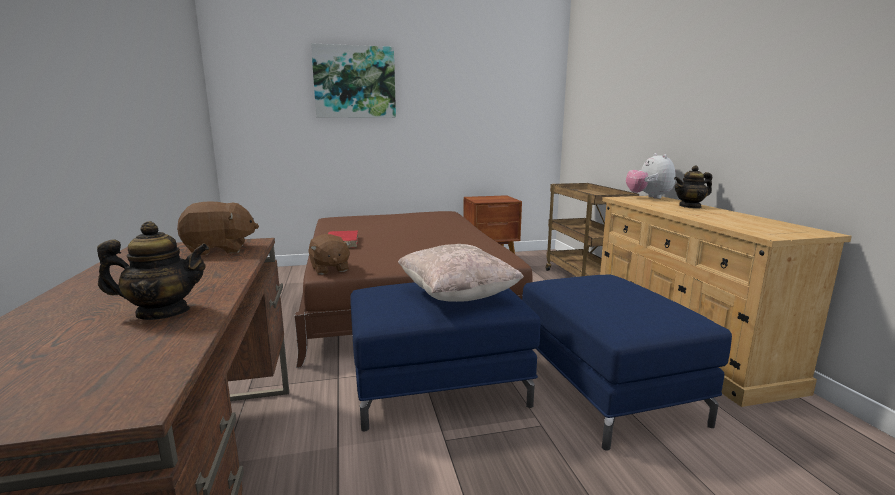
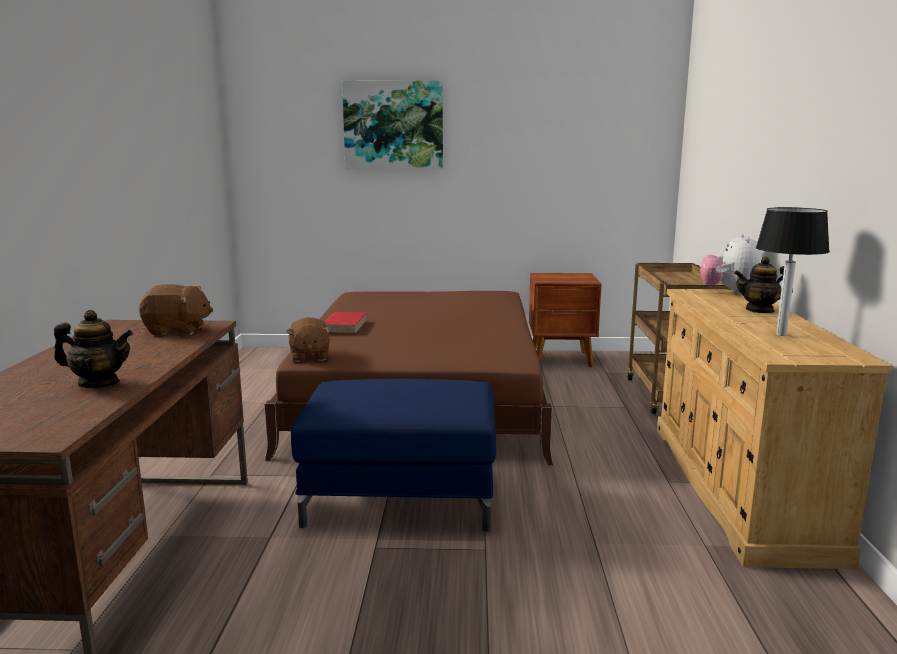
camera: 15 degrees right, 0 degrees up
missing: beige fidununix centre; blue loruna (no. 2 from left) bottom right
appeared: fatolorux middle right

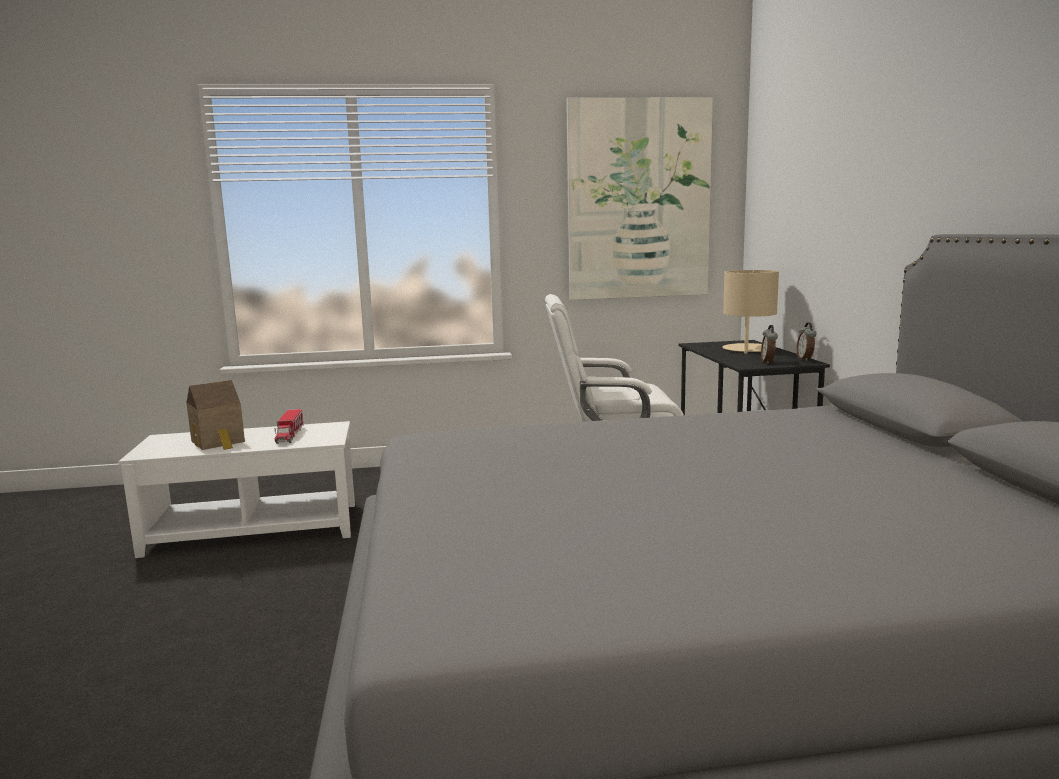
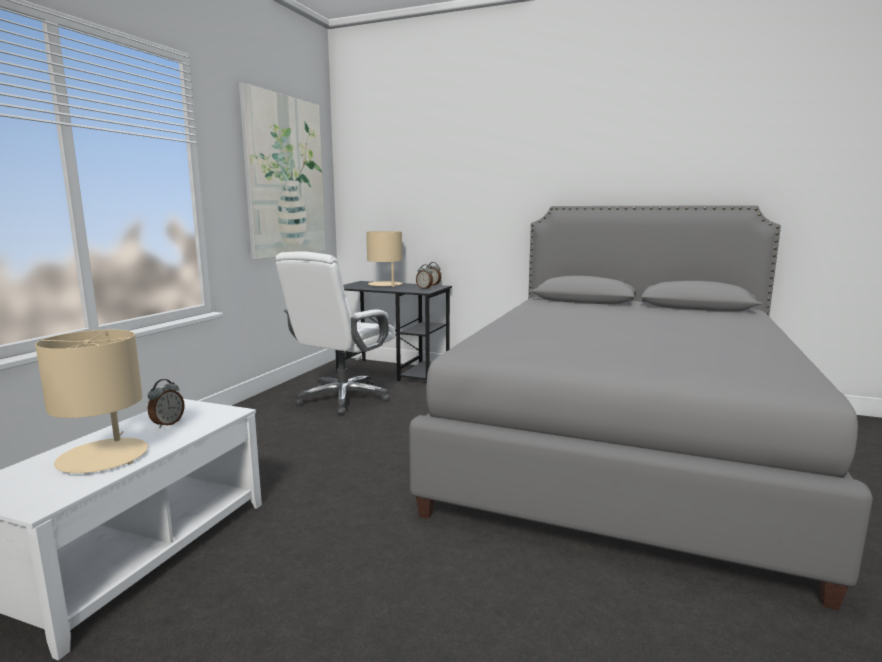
camera: 60 degrees left, 0 degrees up
exchanged: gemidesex middle left to beige fatolorux (no. 1 from left) middle left; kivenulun middle left to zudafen (no. 1 from left) middle left

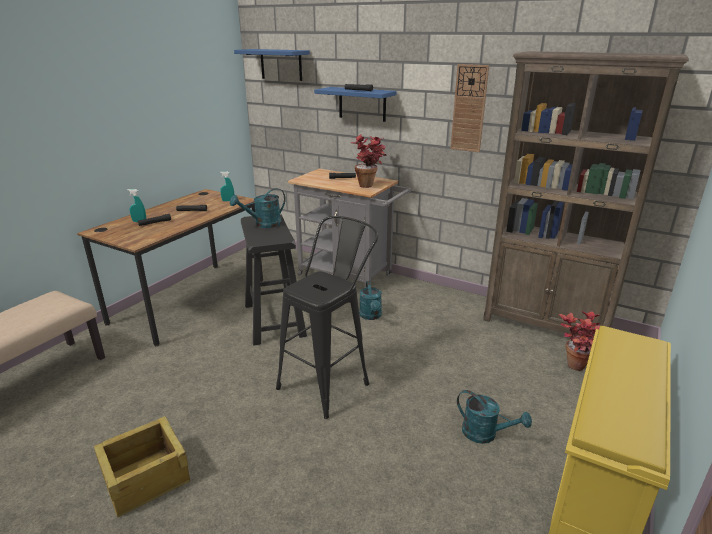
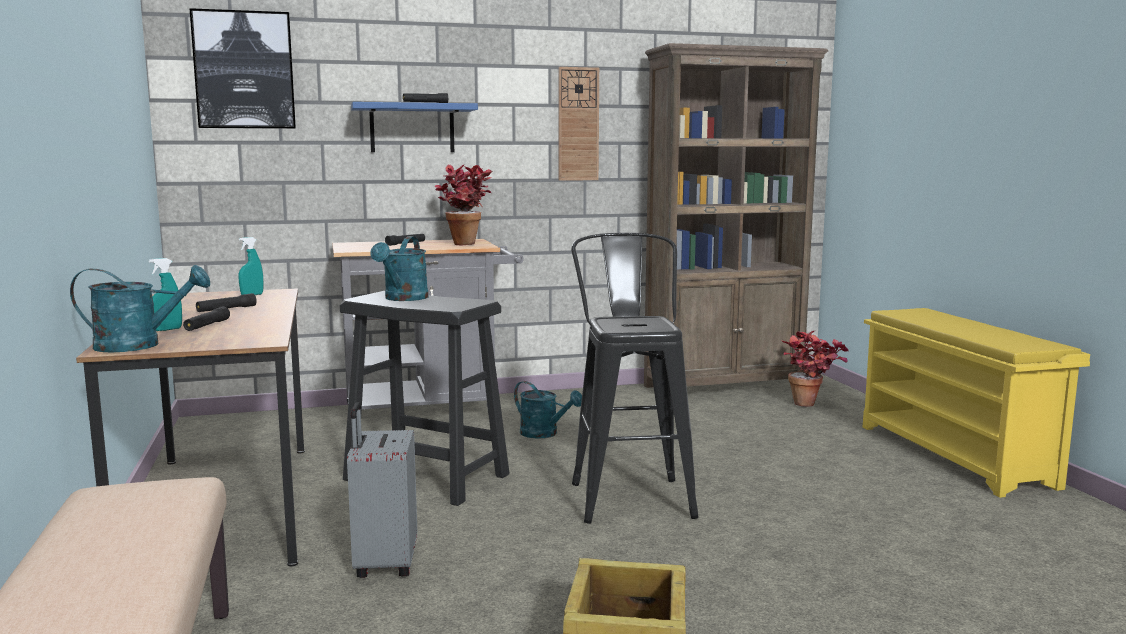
camera: 45 degrees left, 15 degrees down
appeared: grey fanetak bottom centre
relocated: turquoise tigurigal (no. 3 from left in the first image) bottom right to turquoise tigurigal (no. 1 from left) middle left
exchanged: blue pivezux (no. 1 from left) top centre to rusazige top left

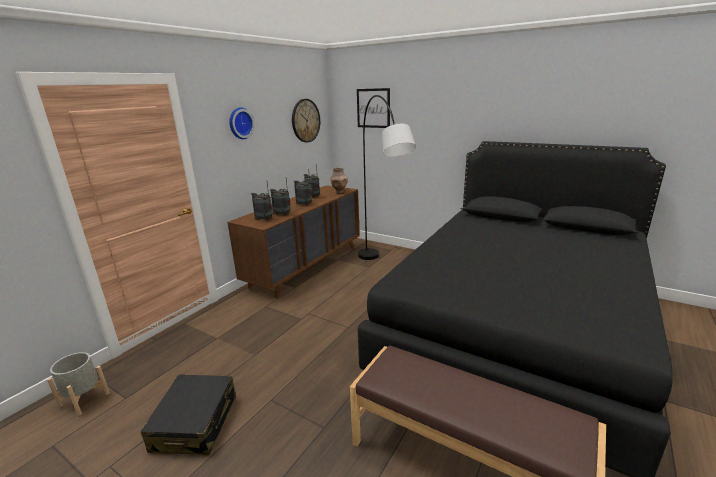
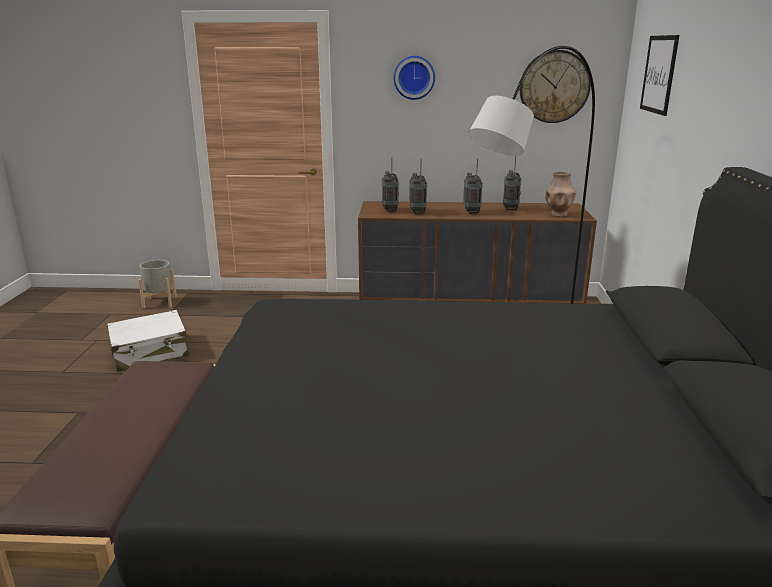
camera: 60 degrees right, 0 degrees up
colour: black fanetak bottom left to white fanetak middle left

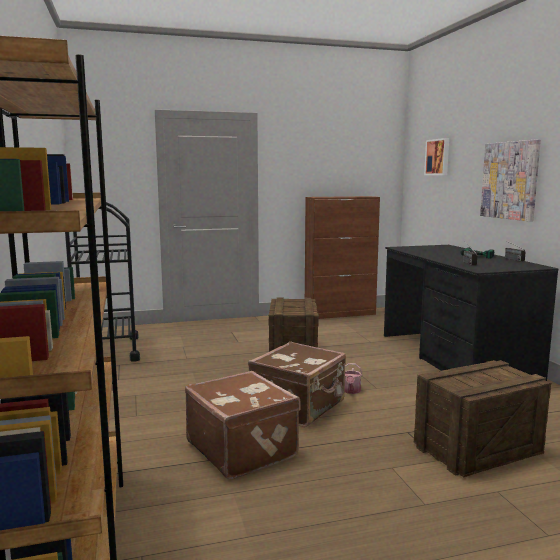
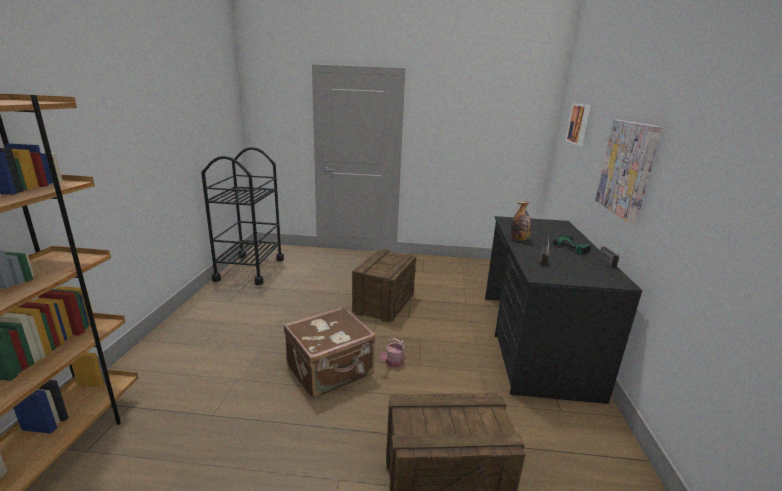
camera: 20 degrees right, 10 degrees up
missing: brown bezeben centre; brown fanetak (no. 1 from left) bottom centre
appeared: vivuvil centre

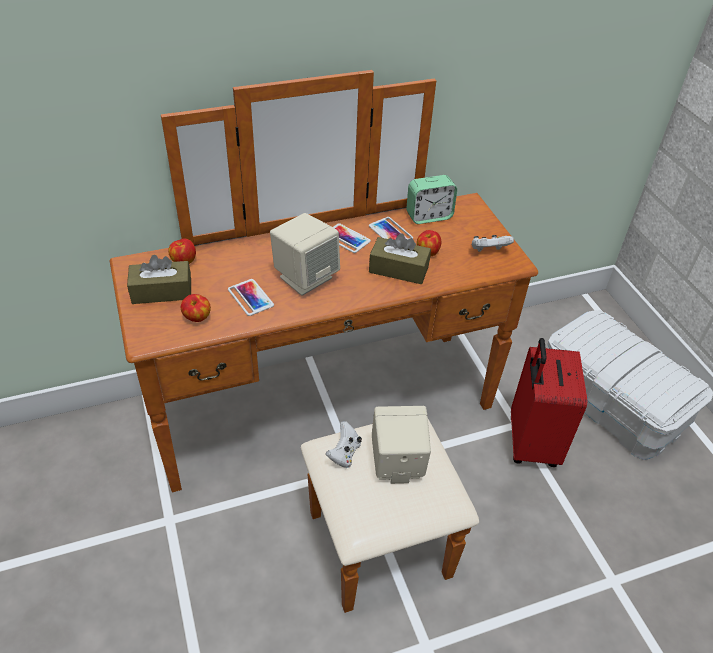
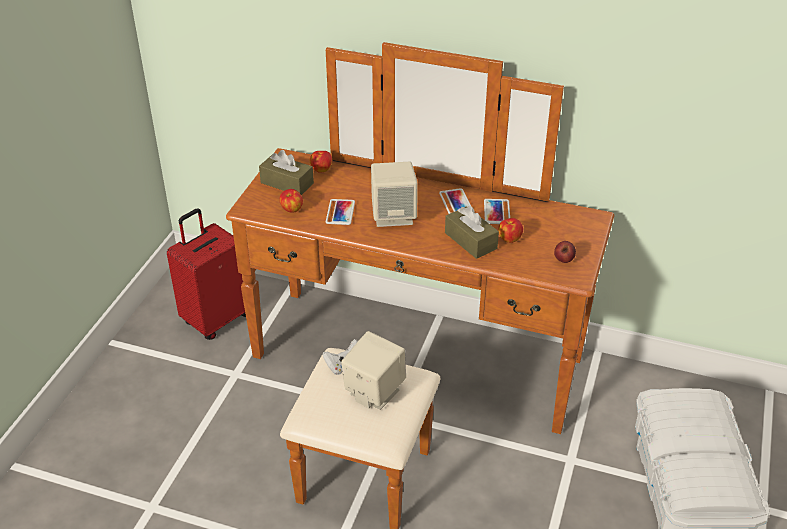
camera: 40 degrees right, 5 degrees down
missing: zudafen top centre
relocated: red fanetak middle right to middle left
exchanged: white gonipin (no. 2 from left) middle right to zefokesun (no. 4 from left) middle right

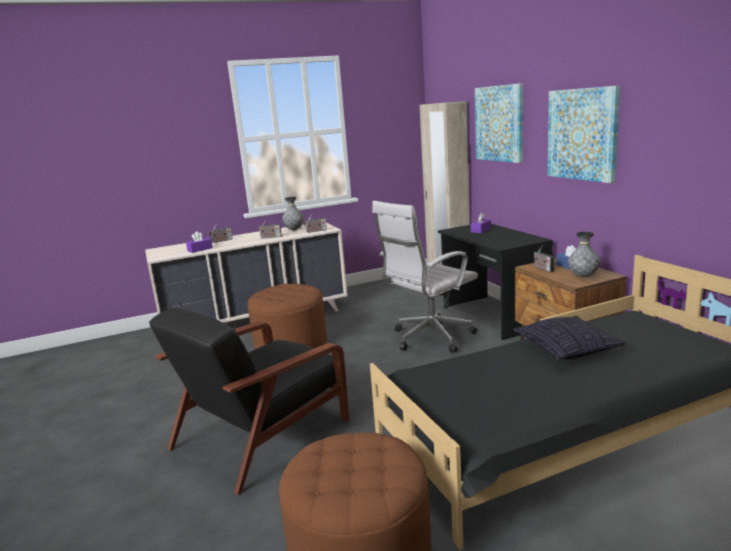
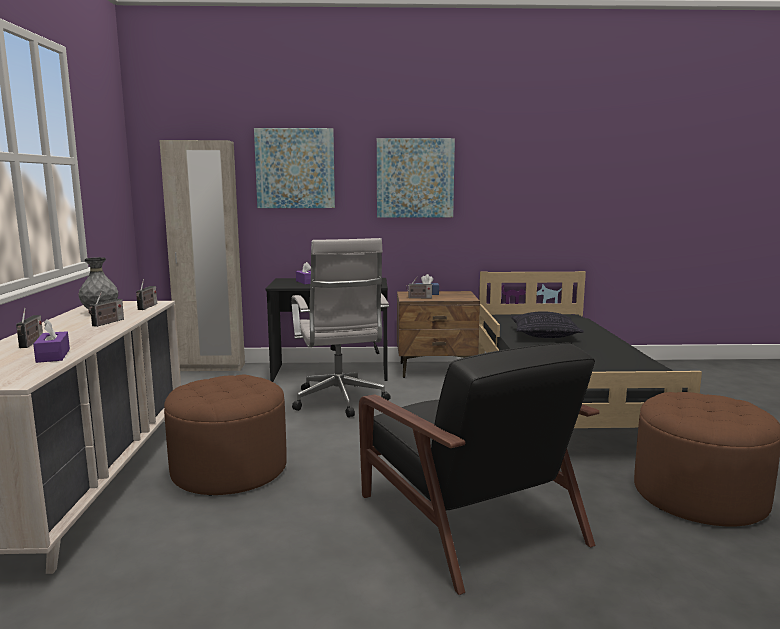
camera: 70 degrees left, 5 degrees down
missing: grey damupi (no. 2 from left) middle right

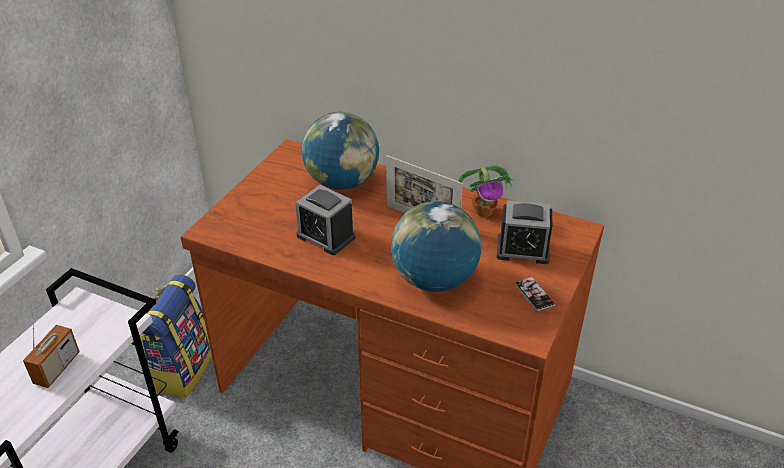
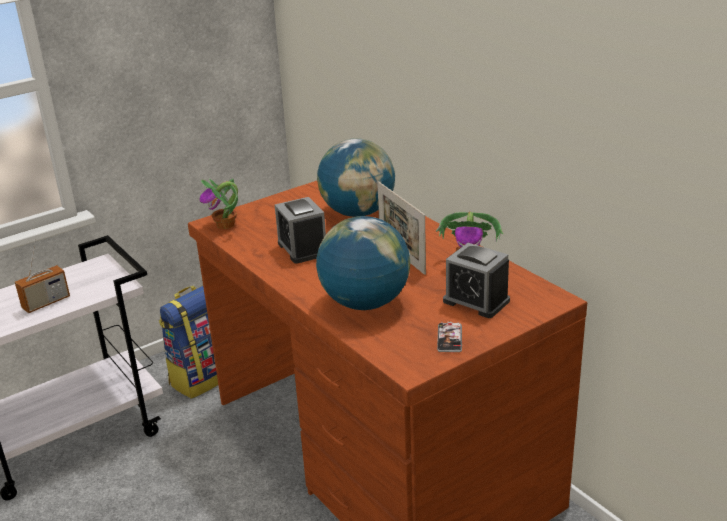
camera: 30 degrees right, 10 degrees down
appeared: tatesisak (no. 1 from left) middle left

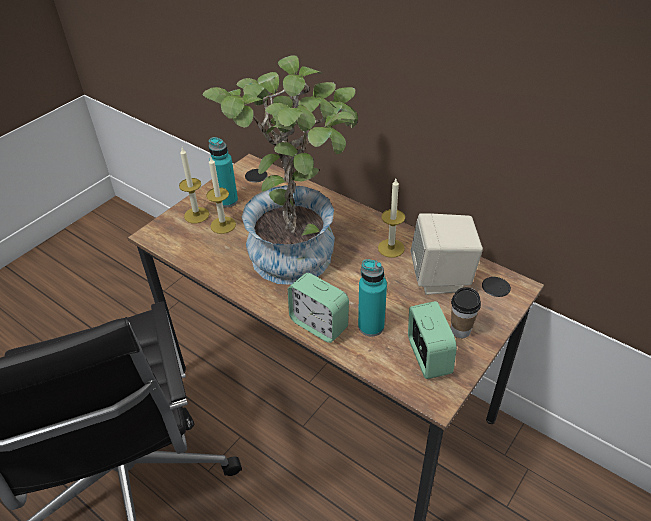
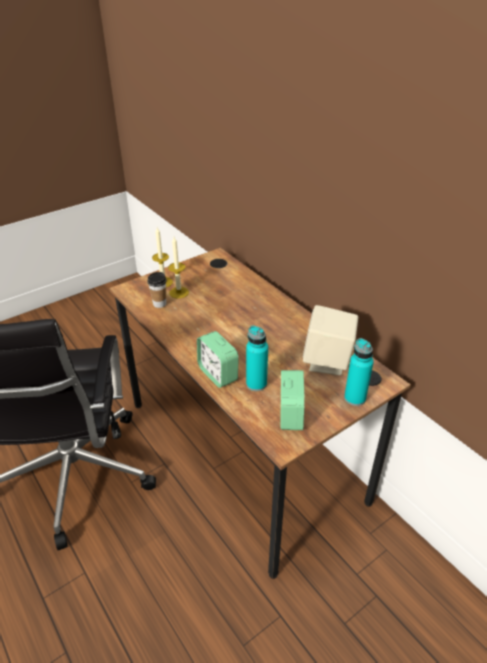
camera: 15 degrees right, 5 degrees down
missing: tatesisak top centre; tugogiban (no. 3 from left) centre
relocated: turquoise vivuvil (no. 1 from left in the first image) top centre to turquoise vivuvil (no. 2 from left) middle right; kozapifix middle right to middle left

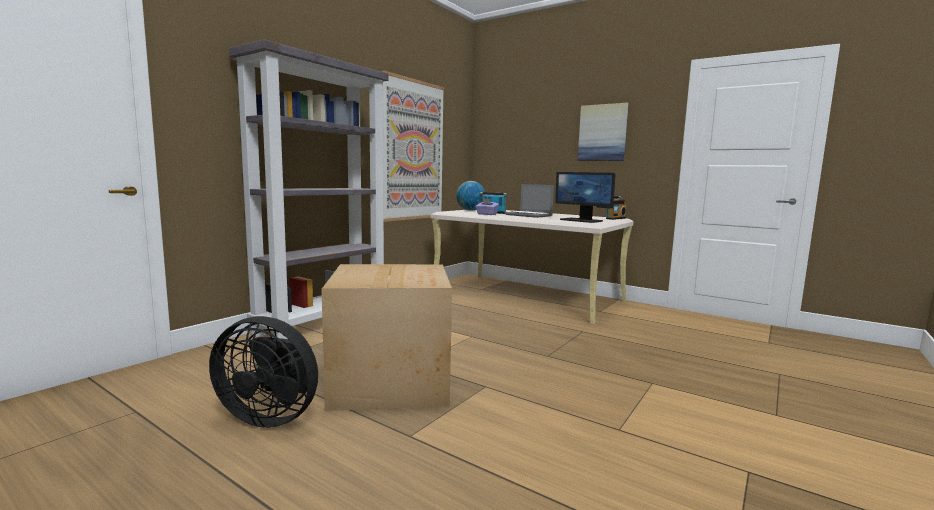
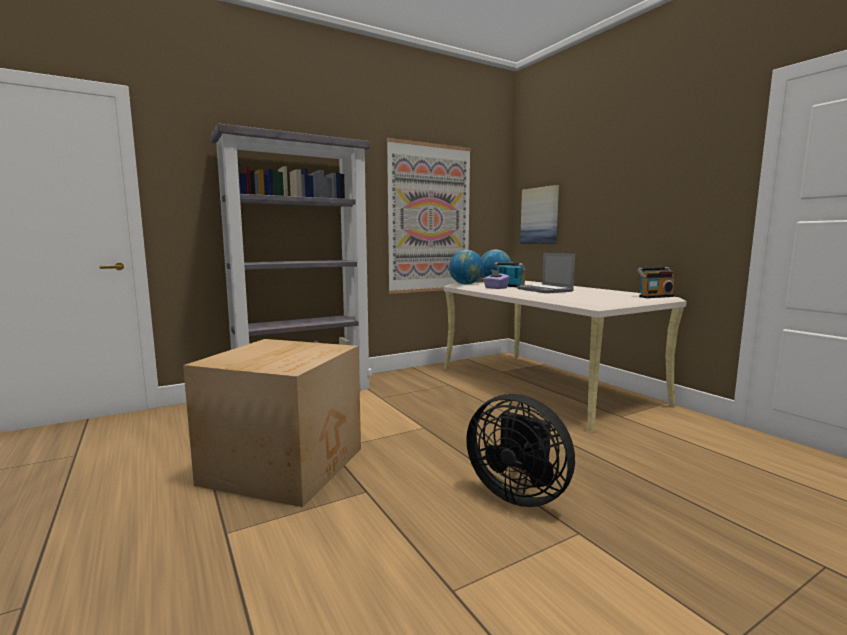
camera: 25 degrees right, 0 degrees up
missing: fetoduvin centre
appeared: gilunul (no. 1 from left) centre
relocated: rusazige (no. 2 from left) top centre to centre; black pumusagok bottom left to bottom centre

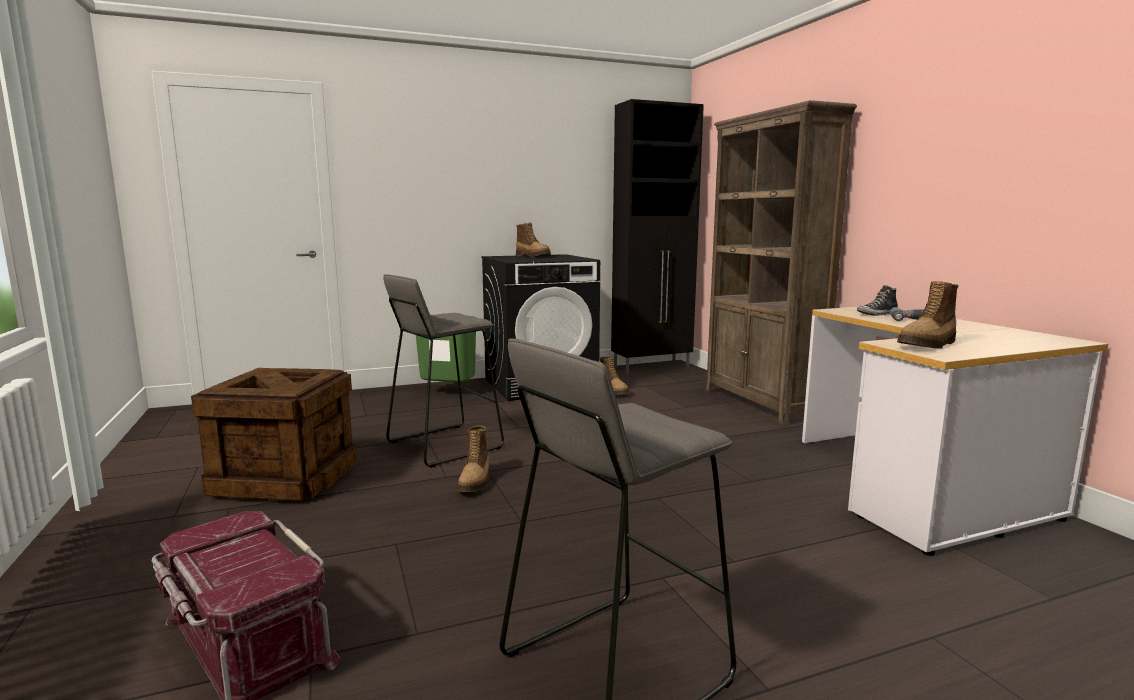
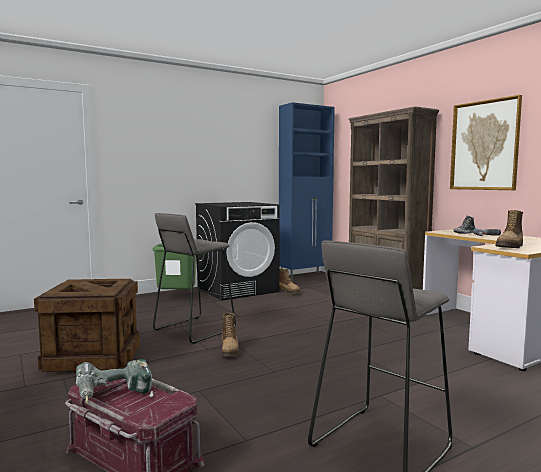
camera: 10 degrees left, 5 degrees down
missing: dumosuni (no. 2 from left) centre
appeared: rusazige top right; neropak (no. 1 from left) bottom left
colour: black bezeben centre to blue bezeben centre

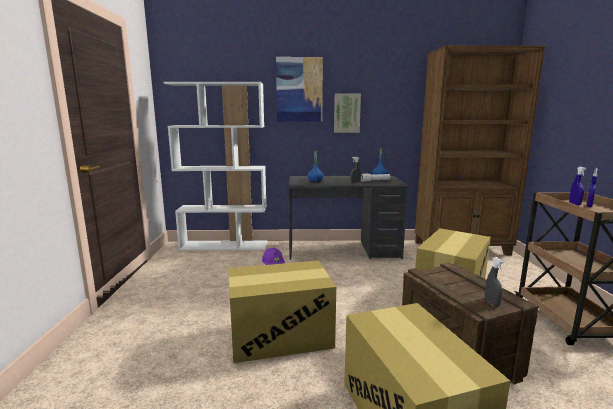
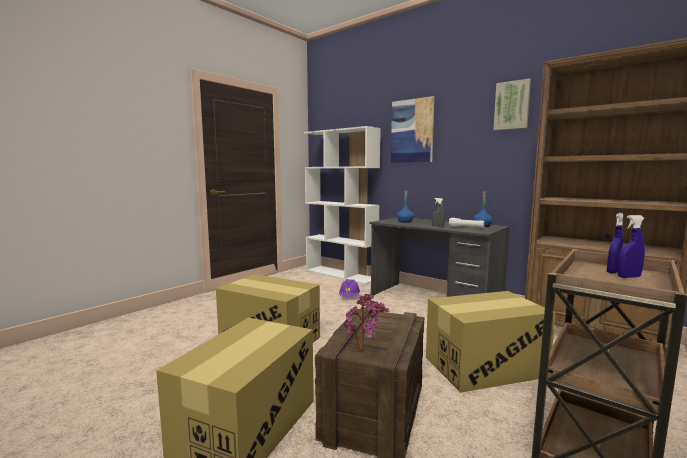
camera: 40 degrees right, 5 degrees down
relocated: rusazige (no. 2 from left) top centre to top right
exchanged: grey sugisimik (no. 2 from left) bottom right to tatesisak bottom centre

